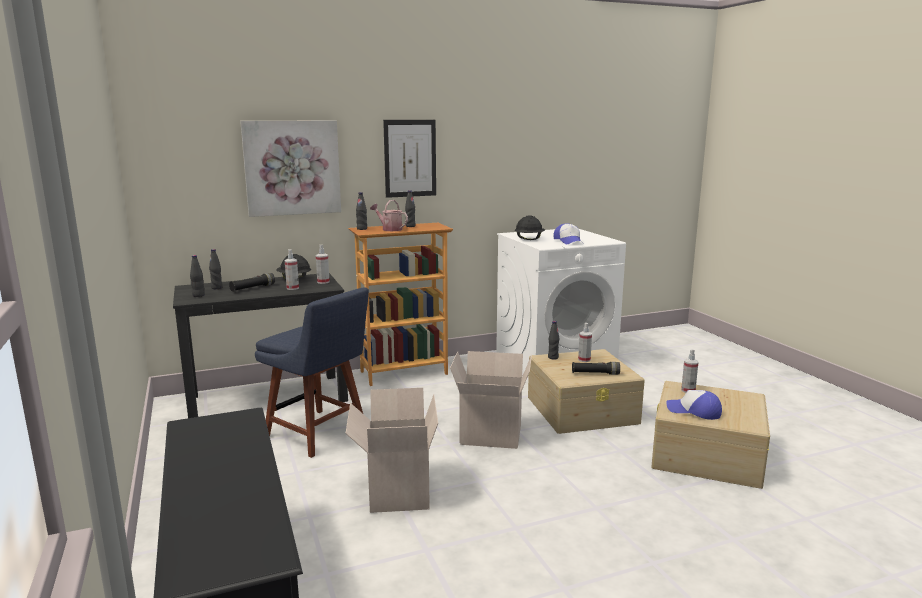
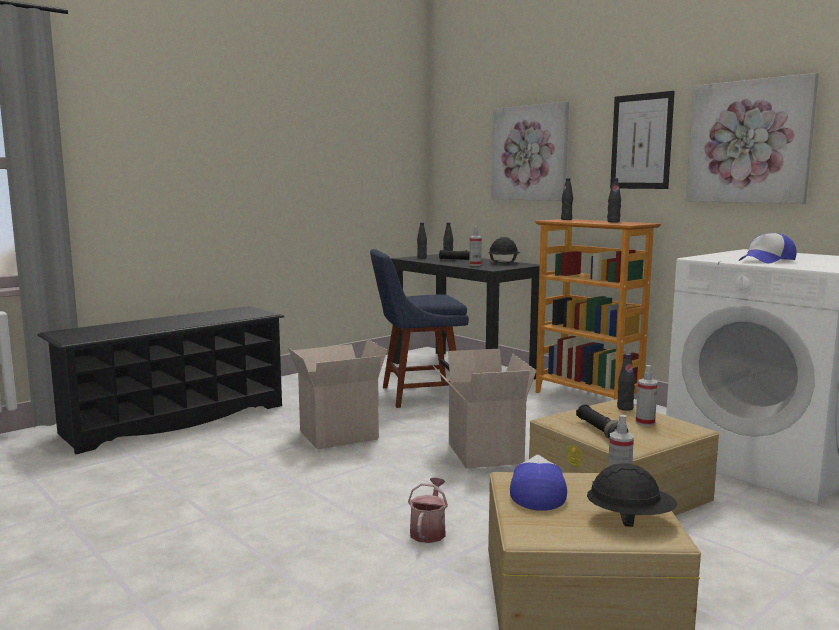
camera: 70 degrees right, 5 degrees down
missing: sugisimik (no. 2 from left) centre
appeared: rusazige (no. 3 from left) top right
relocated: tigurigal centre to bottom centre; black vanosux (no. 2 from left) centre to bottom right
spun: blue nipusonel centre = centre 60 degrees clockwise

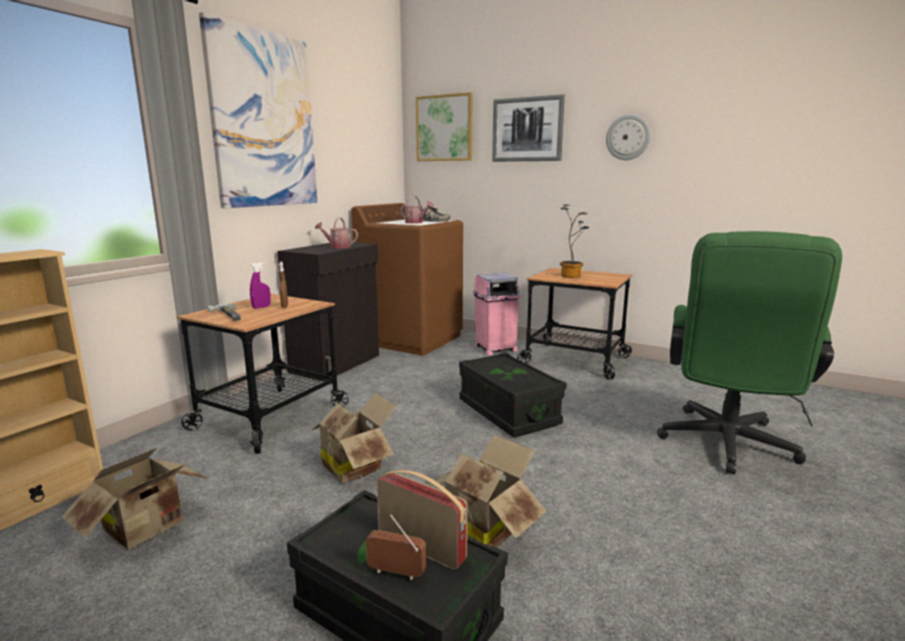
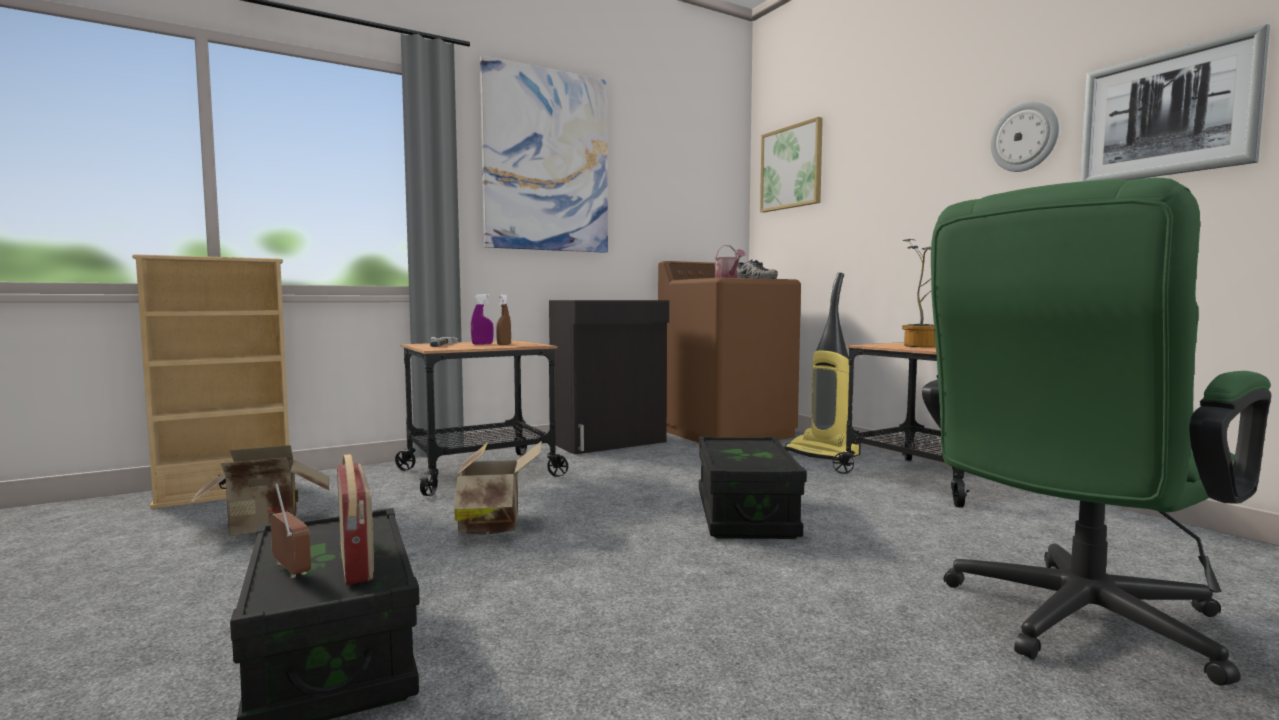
camera: 30 degrees right, 10 degrees down
missing: tigurigal (no. 1 from left) centre; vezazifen (no. 3 from left) bottom centre
relocated: rusazige (no. 3 from left) top centre to top right
exchanged: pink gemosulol centre to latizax centre

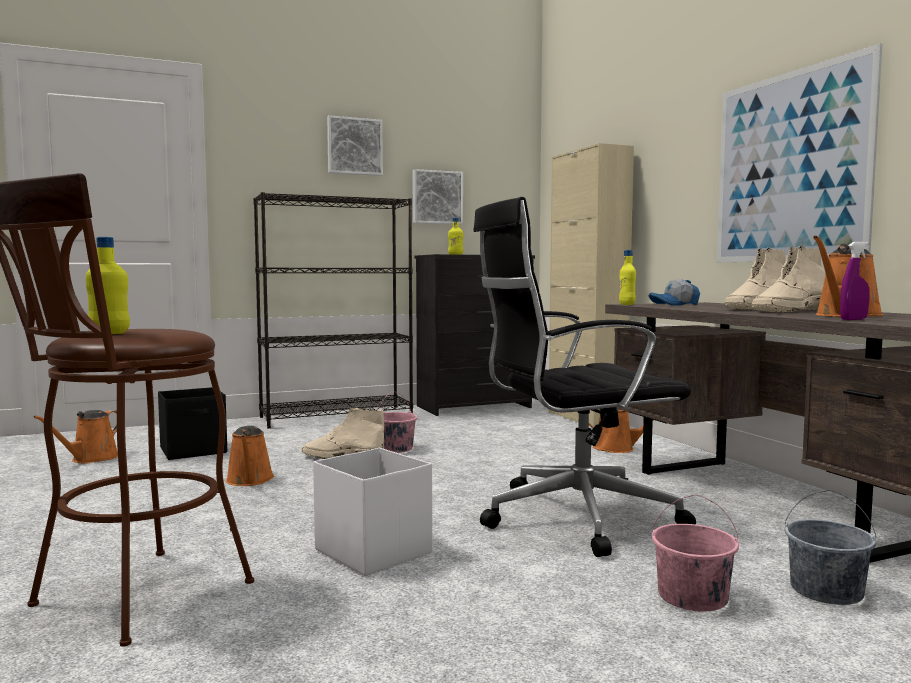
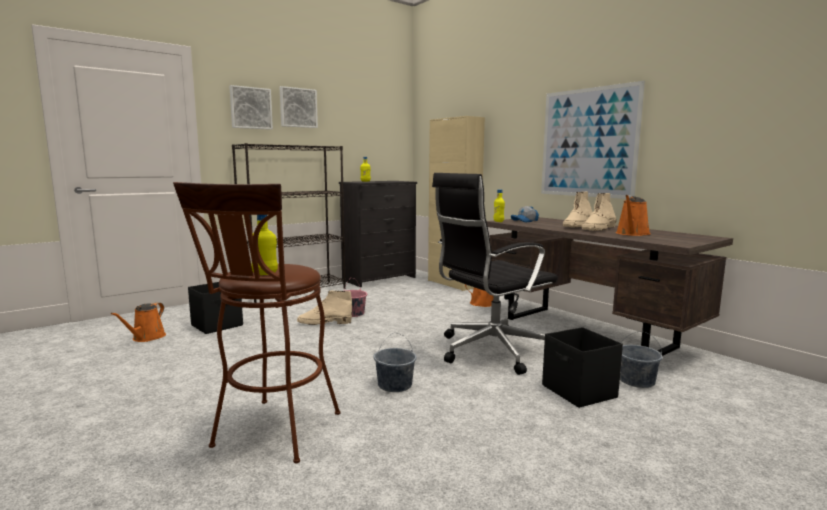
camera: 15 degrees left, 5 degrees up
missing: purple sugisimik middle right; orange tigurigal (no. 2 from left) middle left
relocated: rusazige (no. 2 from left in the first image) top centre to rusazige (no. 1 from left) top left
exchanged: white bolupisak bottom centre to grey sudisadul (no. 1 from left) bottom centre; pink sudisadul (no. 2 from left) bottom right to black bolupisak (no. 2 from left) bottom right

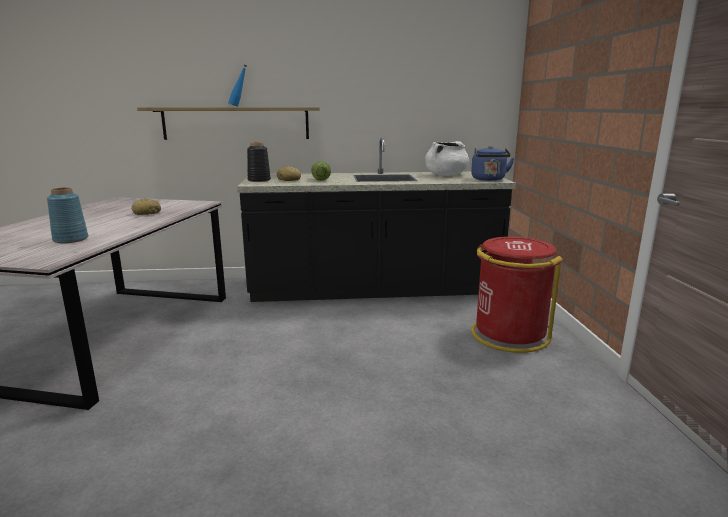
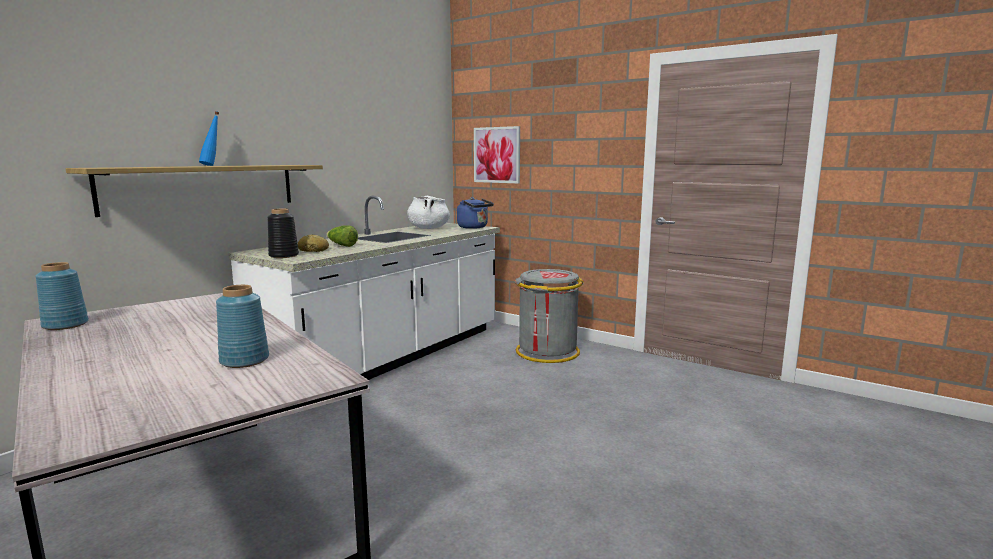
camera: 50 degrees left, 5 degrees down
missing: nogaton (no. 1 from left) middle left
appeared: rusazige top centre; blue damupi (no. 1 from left) middle left
colour: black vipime centre to white vipime centre; red gemosulol middle right to grey gemosulol centre

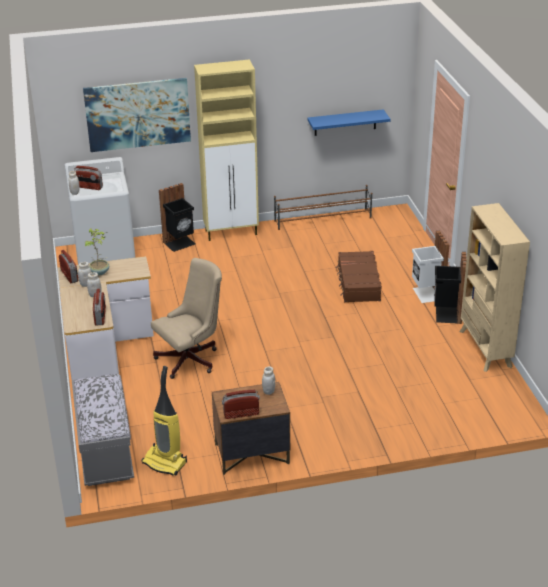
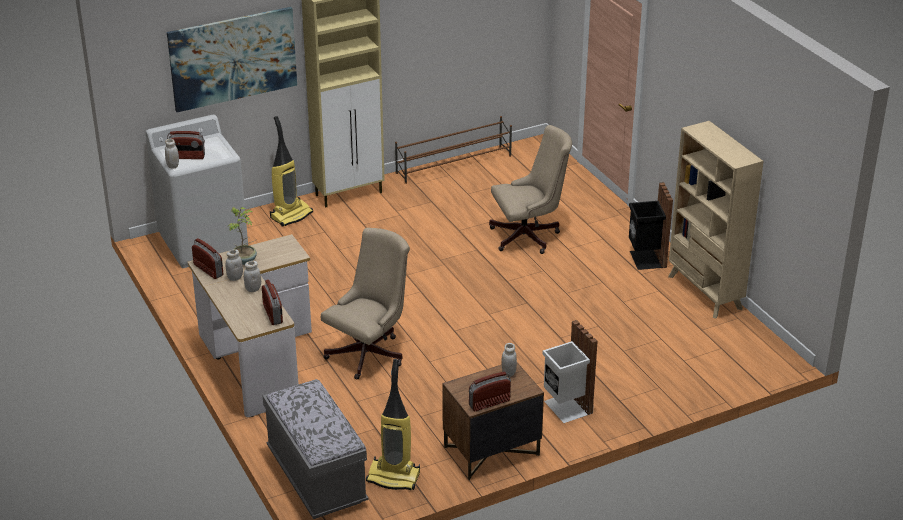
camera: 15 degrees left, 0 degrees up
missing: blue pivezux top centre
relocated: white gemosulol middle right to bottom centre
exchanged: black gemosulol (no. 1 from left) middle left to latizax (no. 1 from left) top left; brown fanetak centre to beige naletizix (no. 2 from left) centre

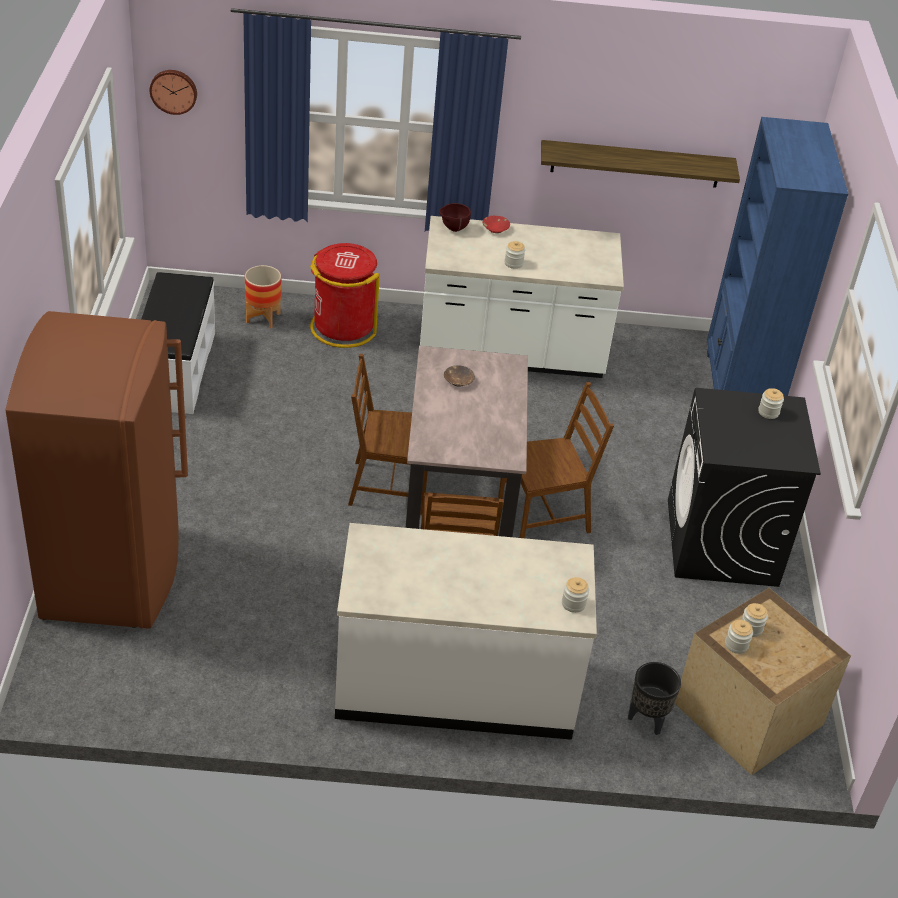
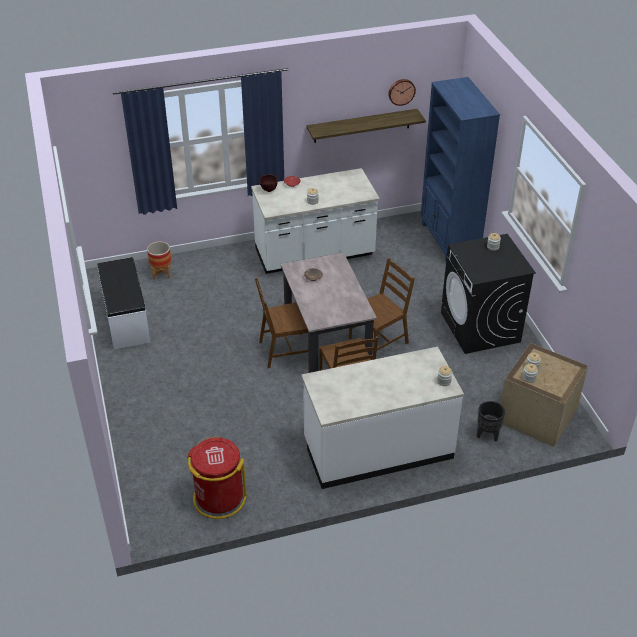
camera: 15 degrees left, 0 degrees up
missing: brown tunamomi middle left
relocated: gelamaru top left to top centre; red gemosulol top centre to bottom centre

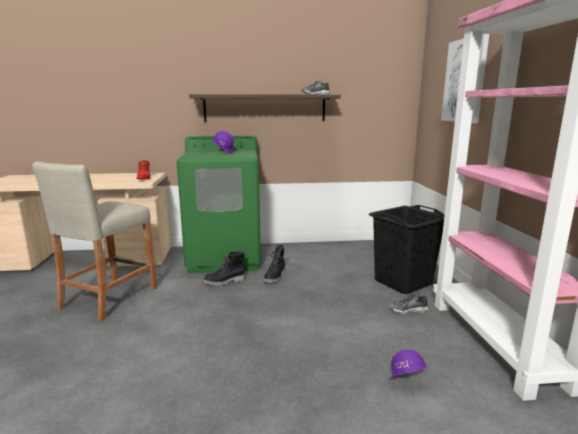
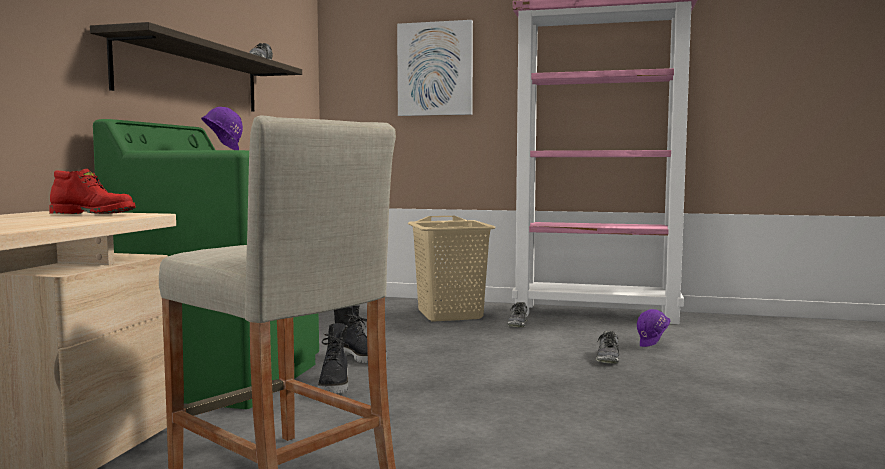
camera: 70 degrees left, 10 degrees down
appeared: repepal (no. 3 from left) bottom right
colour: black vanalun middle right to beige vanalun centre

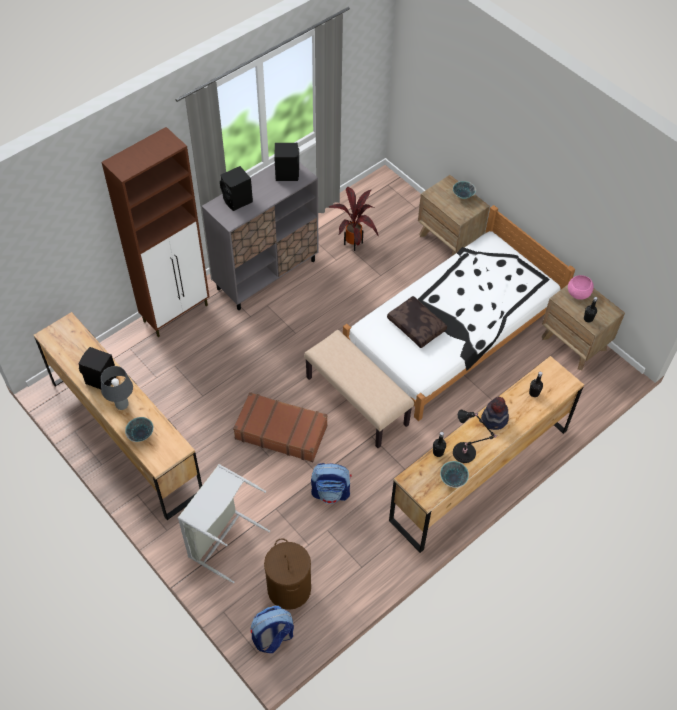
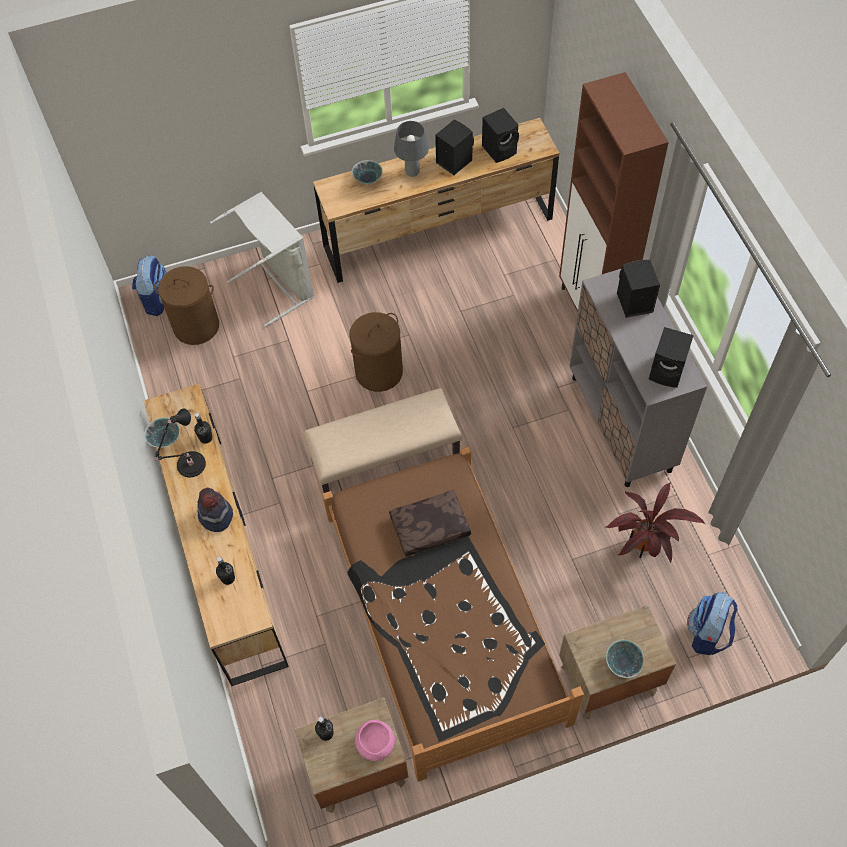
camera: 115 degrees right, 5 degrees up
appeared: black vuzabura (no. 2 from left) top centre
relocated: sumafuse (no. 2 from left) bottom centre to bottom right
exchanged: brown fanetak centre to brown vanalun (no. 2 from left) centre
colour: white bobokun middle right to brown bobokun bottom centre

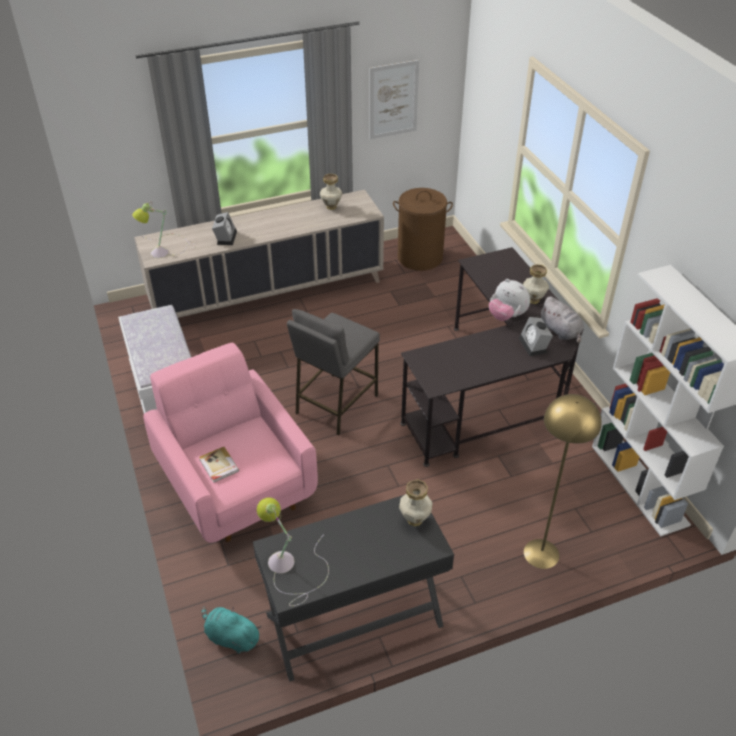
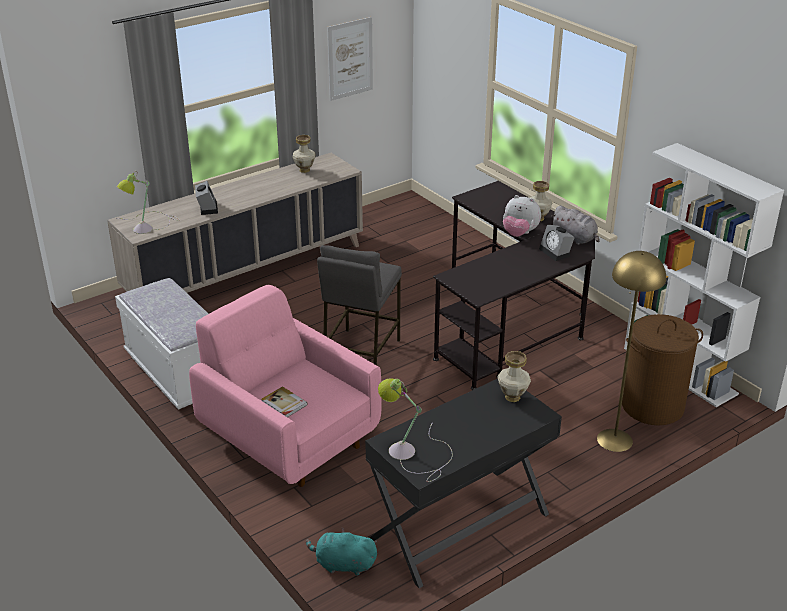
camera: 15 degrees left, 10 degrees down
relocated: brown vanalun top centre to middle right

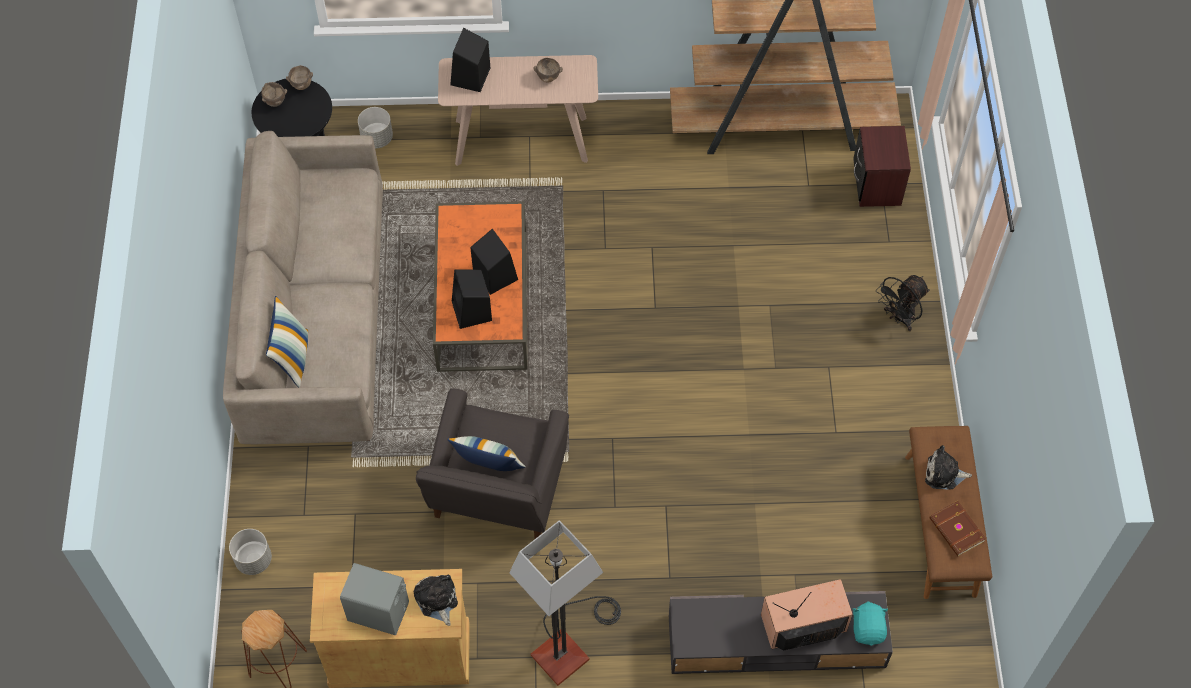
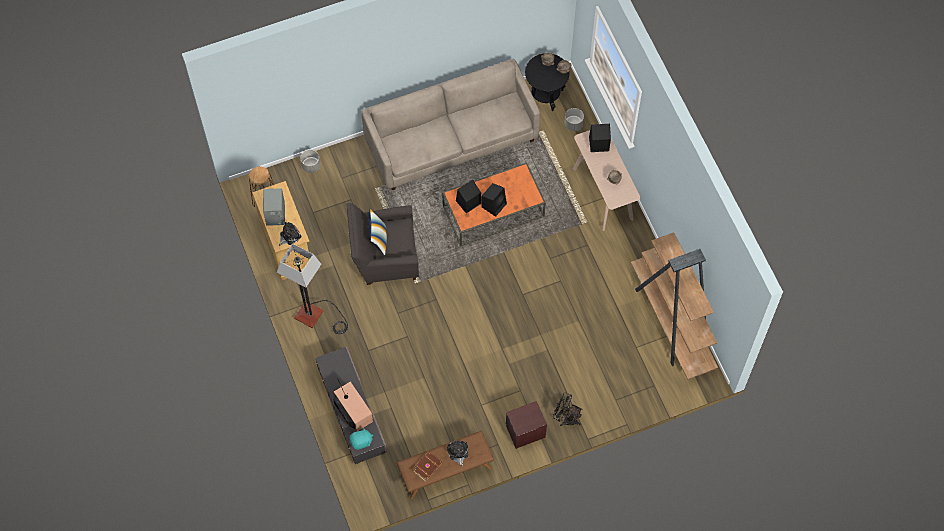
camera: 70 degrees right, 5 degrees up
missing: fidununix (no. 1 from left) middle left
relocated: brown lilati top right to bottom centre

